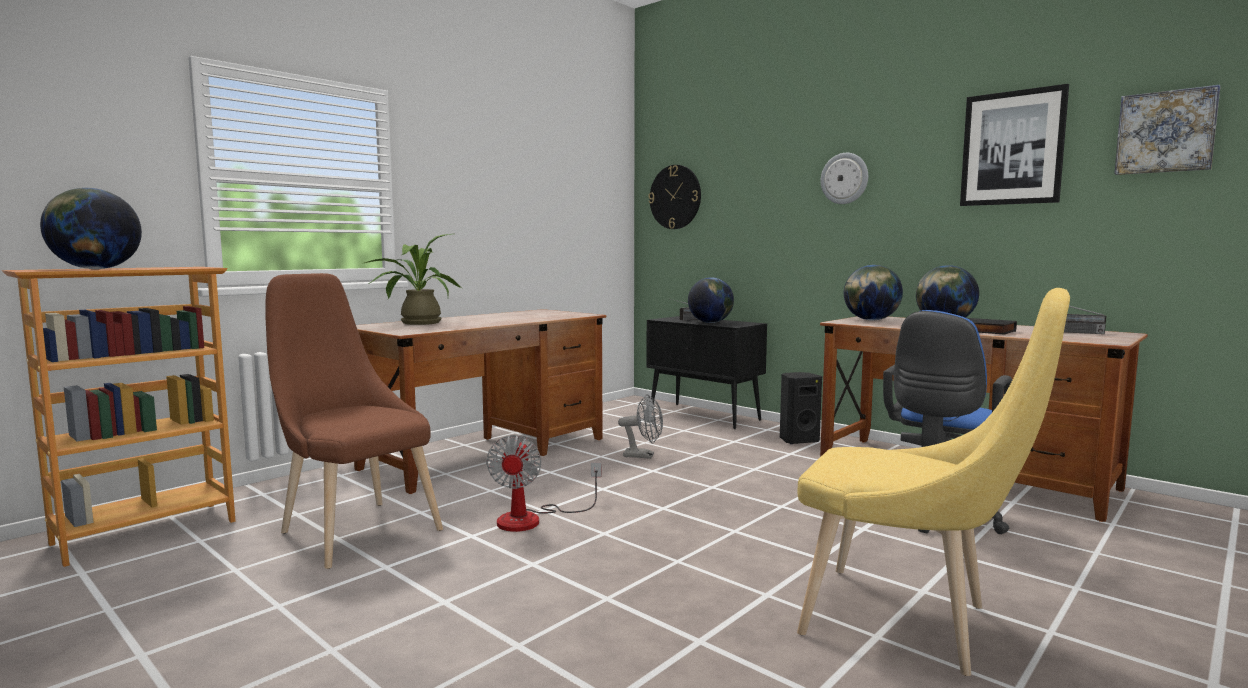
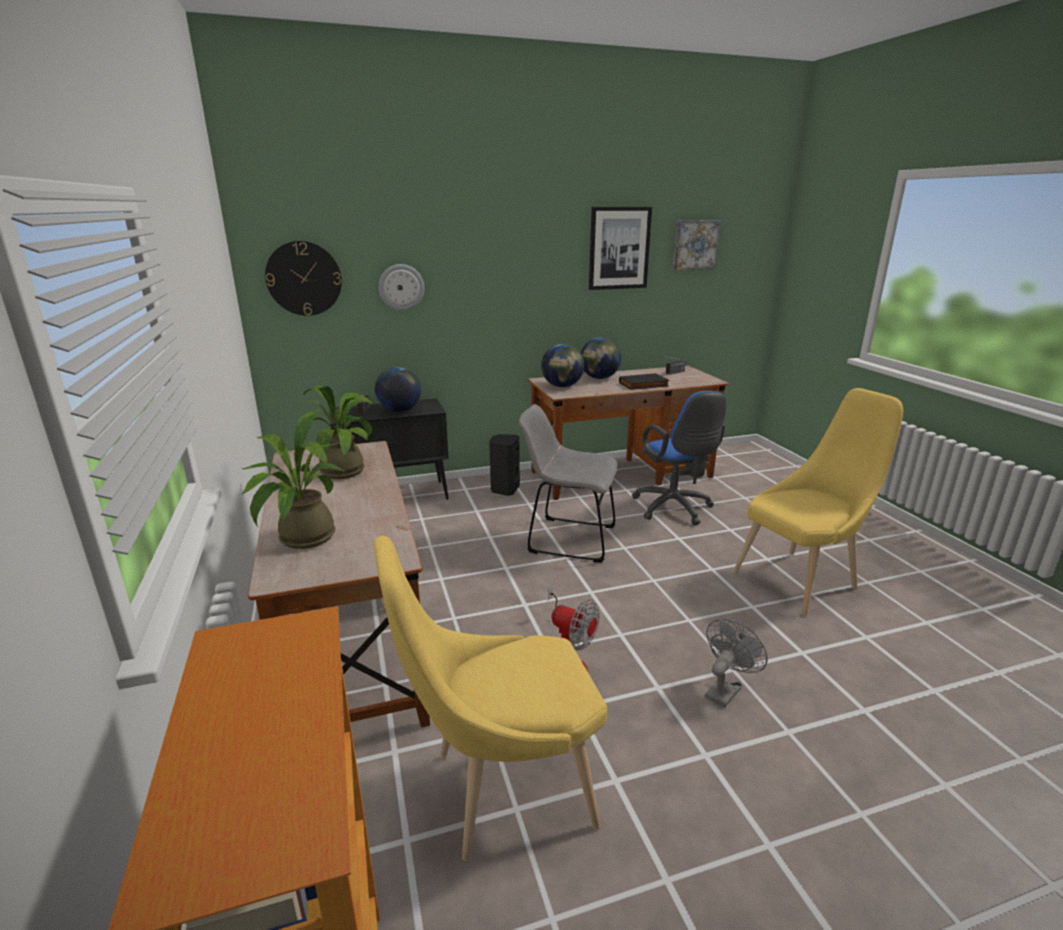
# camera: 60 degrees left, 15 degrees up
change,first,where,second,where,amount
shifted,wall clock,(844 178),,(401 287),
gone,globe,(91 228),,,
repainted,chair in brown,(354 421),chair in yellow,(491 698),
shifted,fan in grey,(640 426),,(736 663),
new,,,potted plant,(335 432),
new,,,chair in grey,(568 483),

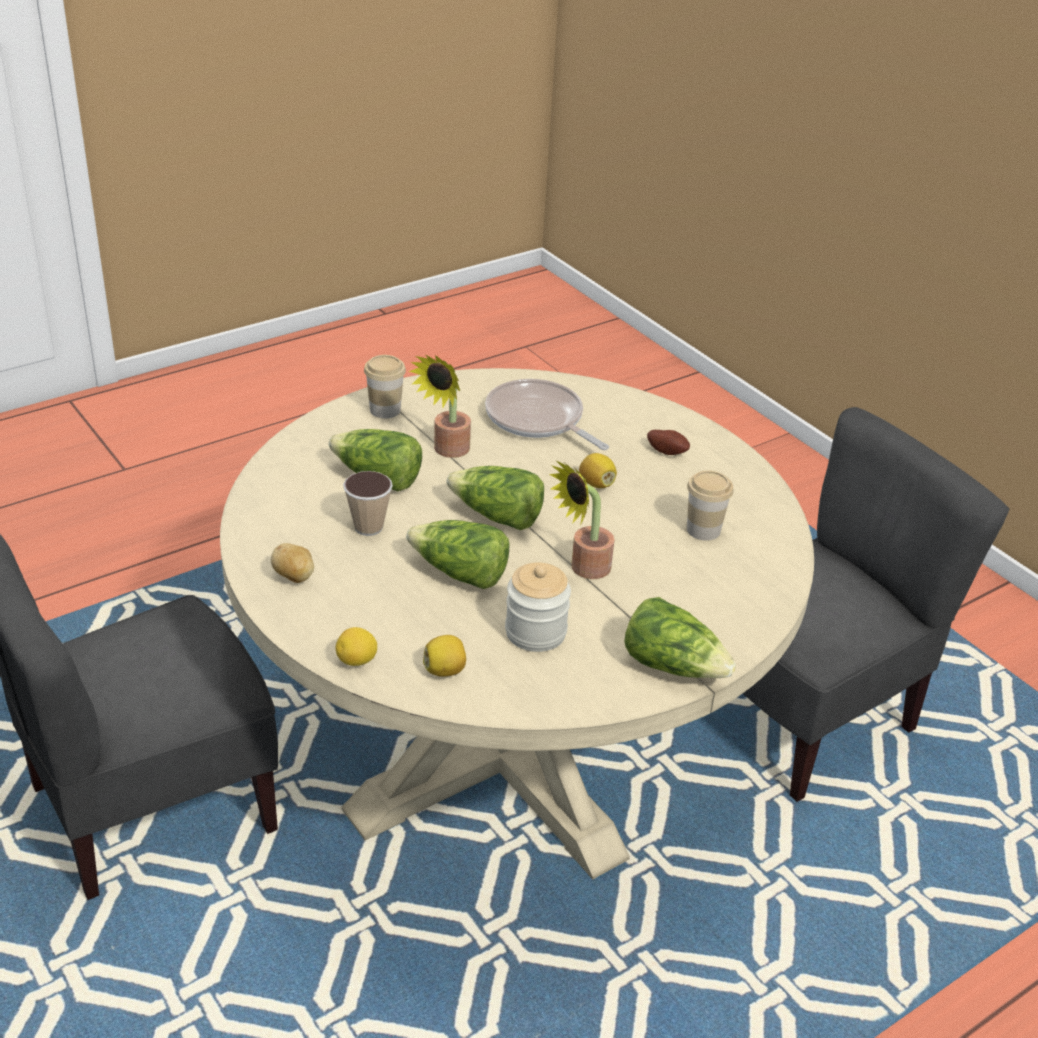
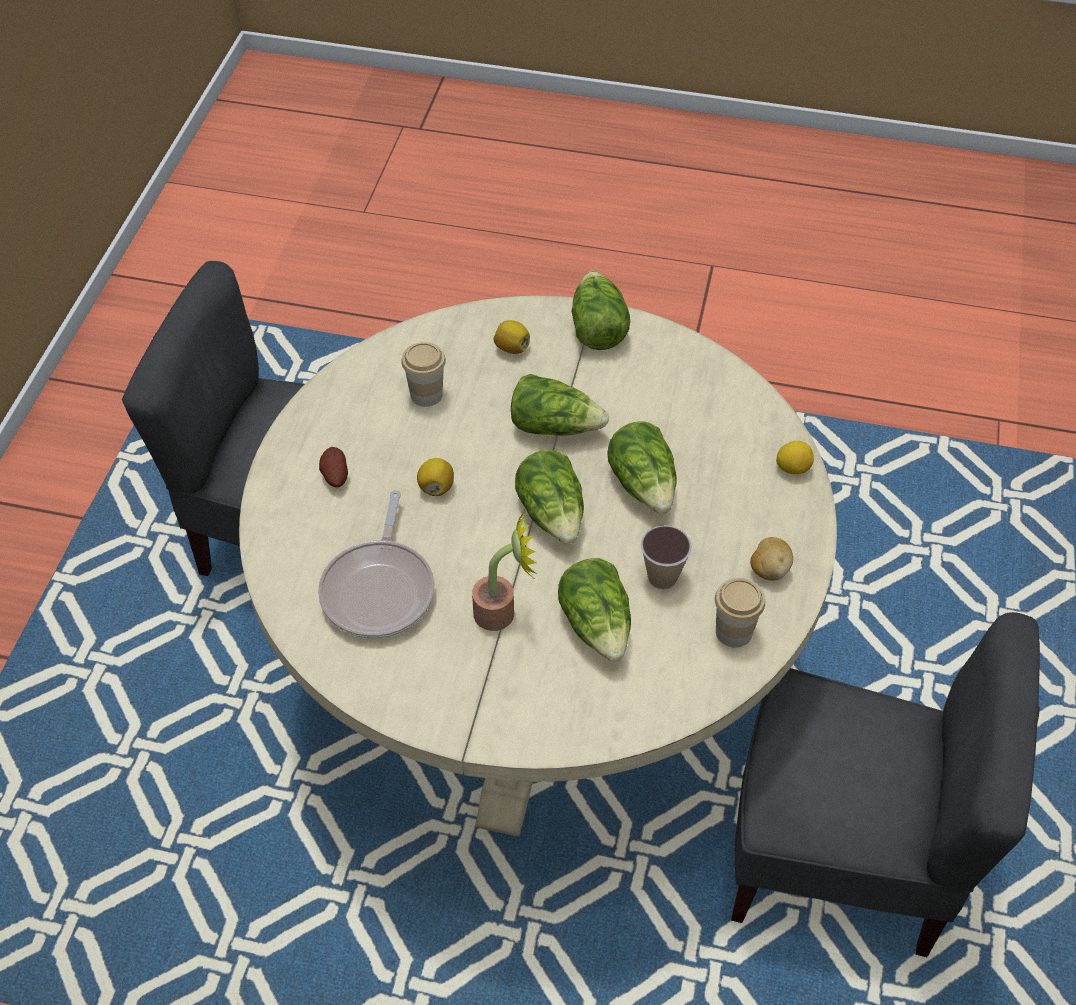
# camera: 130 degrees left, 15 degrees up
change,first,where,second,where,amount
shifted,cup,(385 387),,(740 613),
swapped,potted plant,(581 519),lettuce,(560 405),
gone,jar,(538 607),,,
shifted,lemon,(444 656),,(512 337),

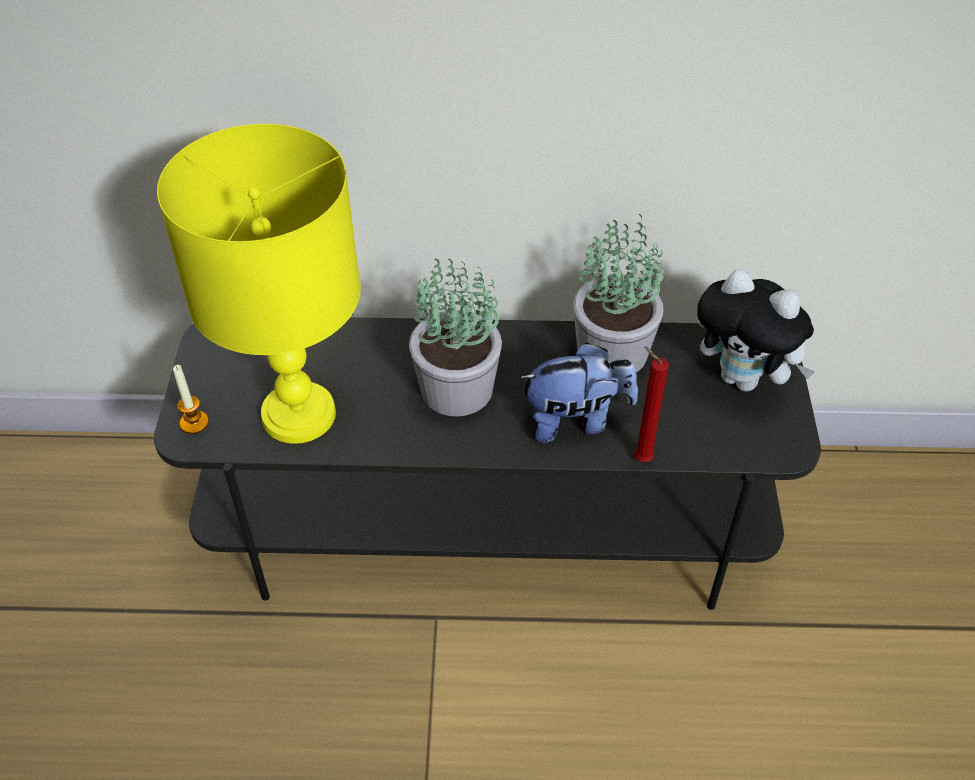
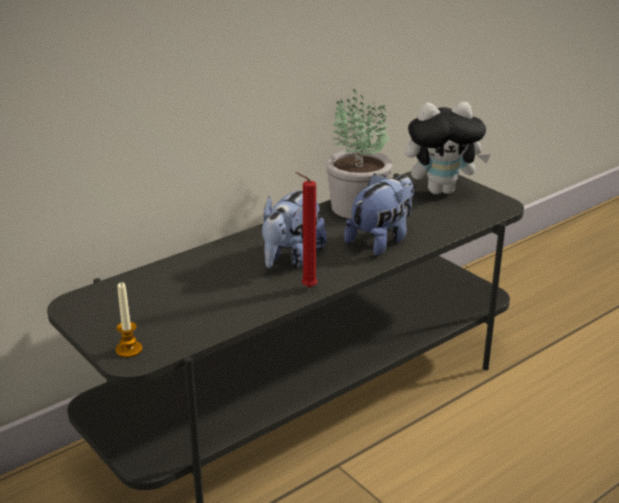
# camera: 40 degrees left, 20 degrees down
change,first,where,second,where,amount
gone,table lamp in yellow,(259 284),,,
swapped,potted plant,(455 337),plush toy,(294 229),
shifted,candle in red,(651 404),,(306 230),

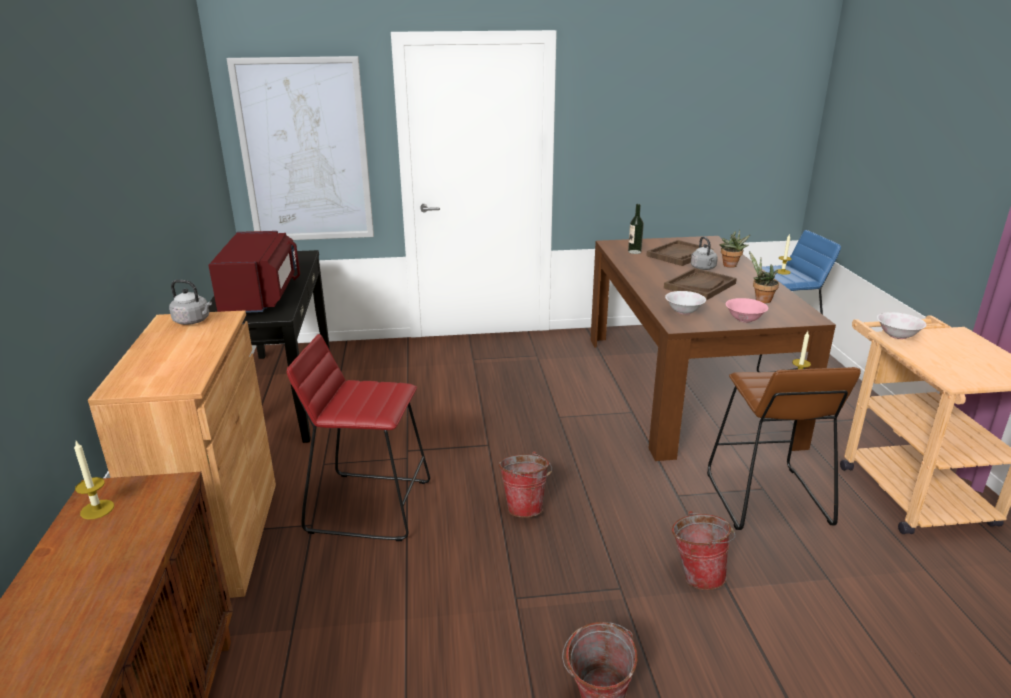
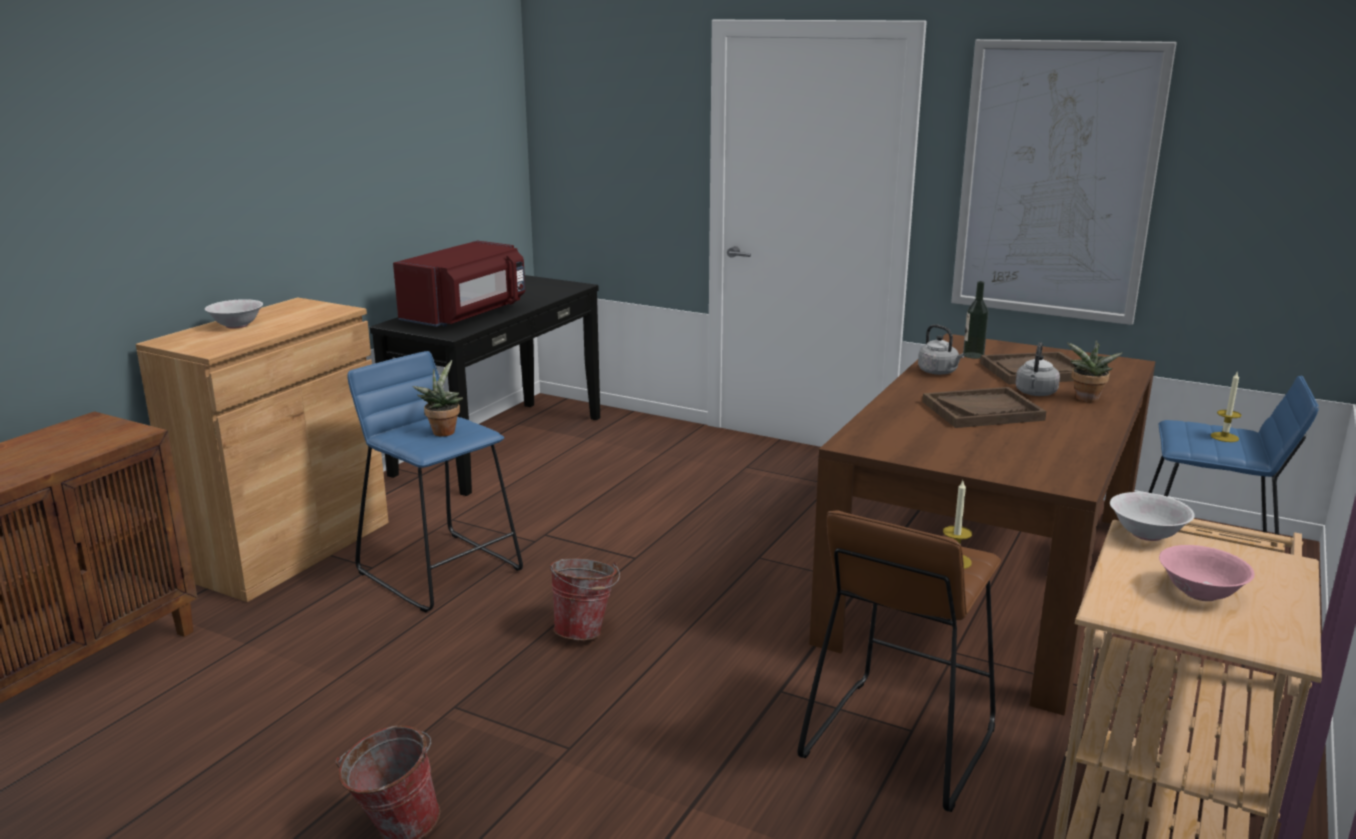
# camera: 35 degrees right, 5 degrees down
change,first,where,second,where,amount
shifted,picture,(300 148),,(1064 182),
shifted,potted plant,(764 277),,(438 398),
shifted,kettle in grey,(190 302),,(941 349),
shifted,bowl in white,(685 303),,(234 313),
shifted,bowl in pink,(747 310),,(1207 573),
repainted,stool in red,(358 437),stool in blue,(435 481),
gone,candle,(94 480),,,
gone,bucket,(703 550),,,

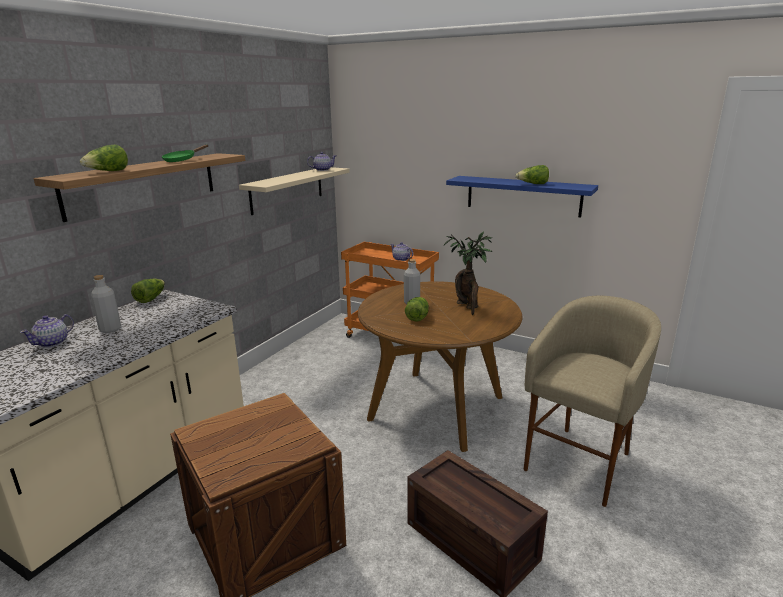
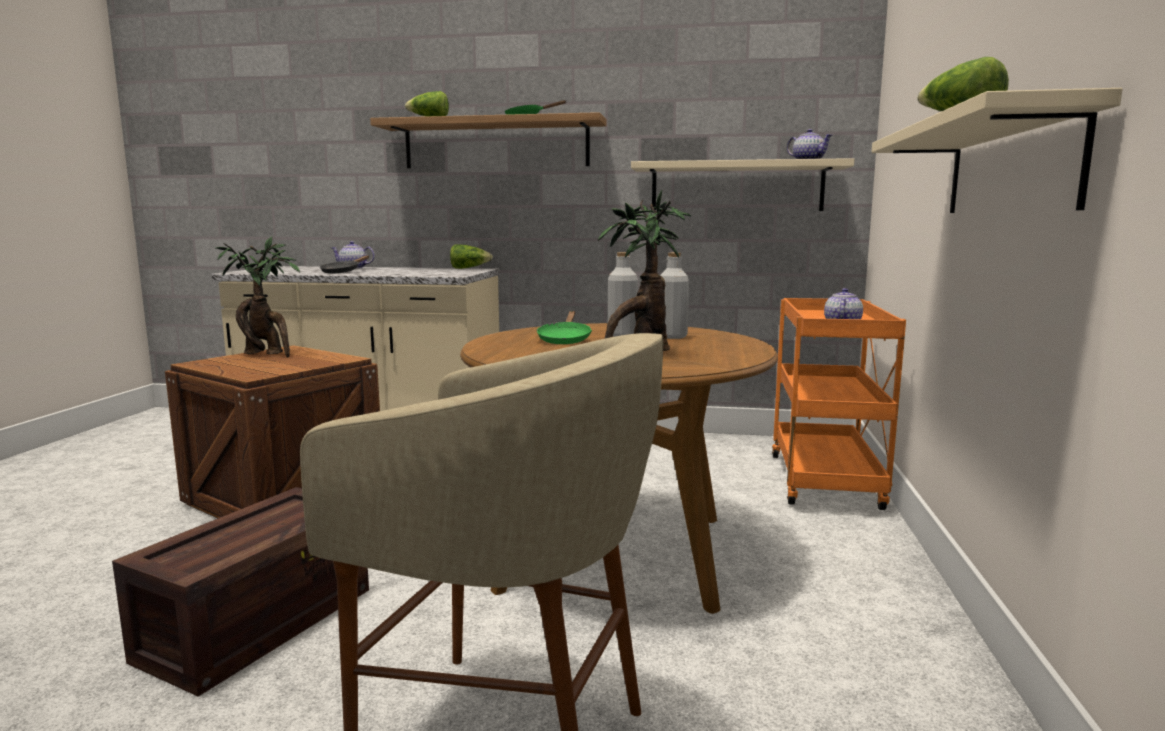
# camera: 70 degrees right, 10 degrees down
change,first,where,second,where,amount
repainted,shelf in blue,(522 197),shelf in beige,(997 150),
shifted,bottle in grey,(106 304),,(674 296),
swapped,lettuce,(417 309),frying pan in green,(564 327),
new,,,potted plant,(258 297),
new,,,frying pan in black,(344 264),

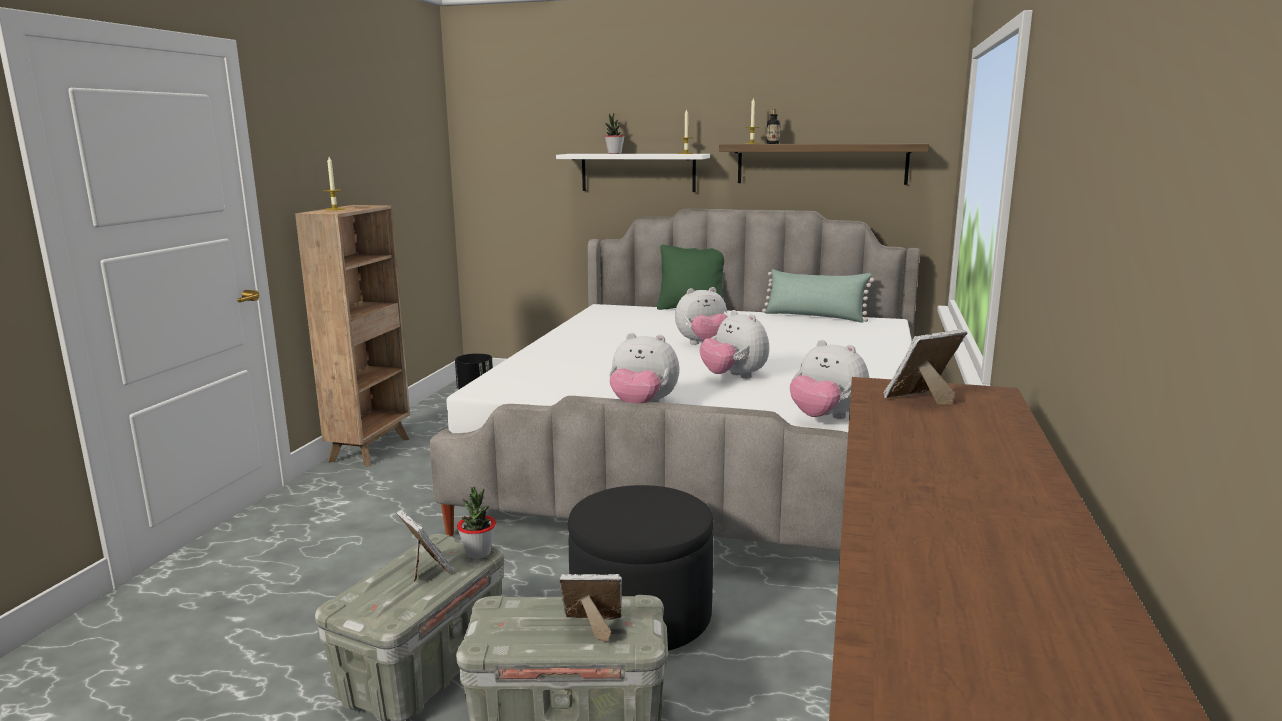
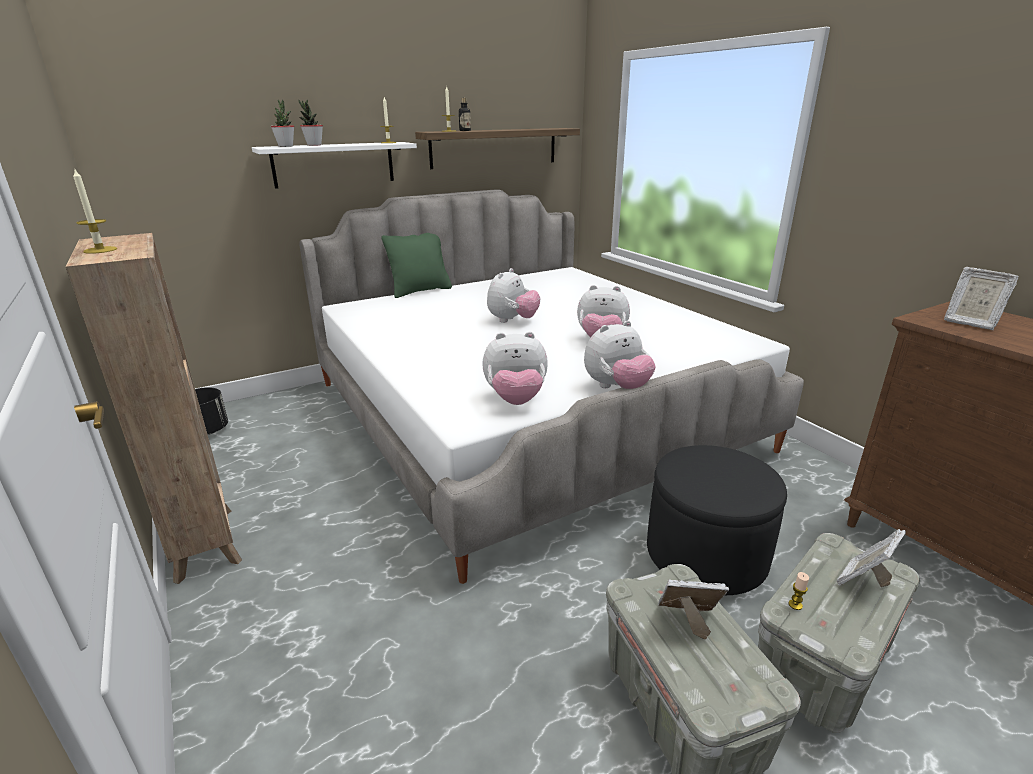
# camera: 45 degrees left, 10 degrees up
change,first,where,second,where,amount
gone,pillow in green,(818 296),,,
rotated,picture frame,(925 367),,(981 298),60 degrees counterclockwise
shifted,plush toy,(829 379),,(515 368),
shifted,potted plant,(476 522),,(282 123),
new,,,candle,(798 591),

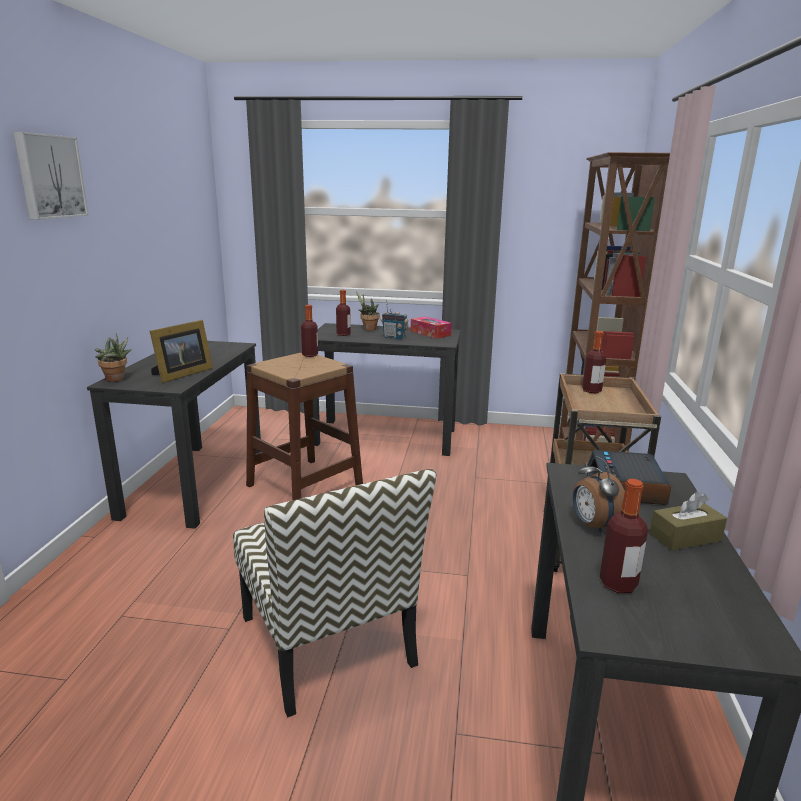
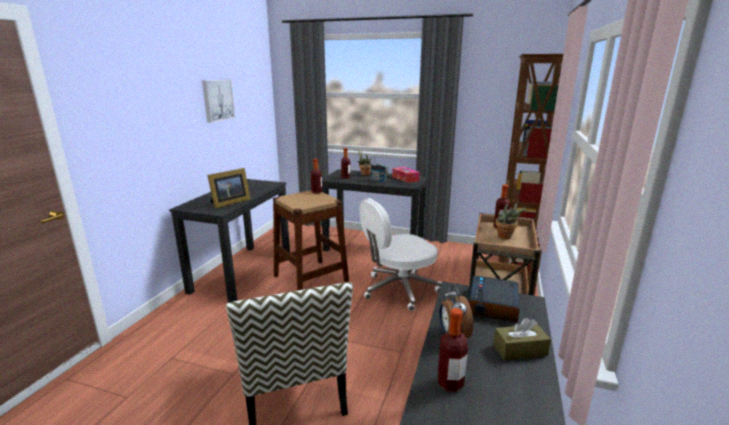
# camera: 10 degrees right, 0 degrees up
change,first,where,second,where,amount
shifted,picture,(51 176),,(218 101),
shifted,potted plant,(113 357),,(511 220),
new,,,office chair in white,(400 254),

